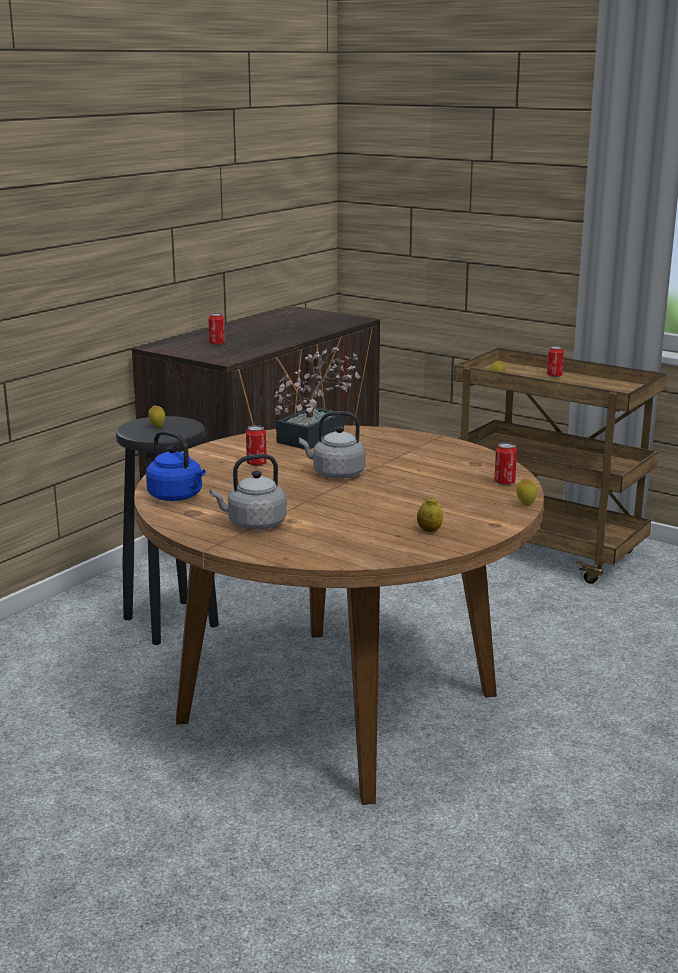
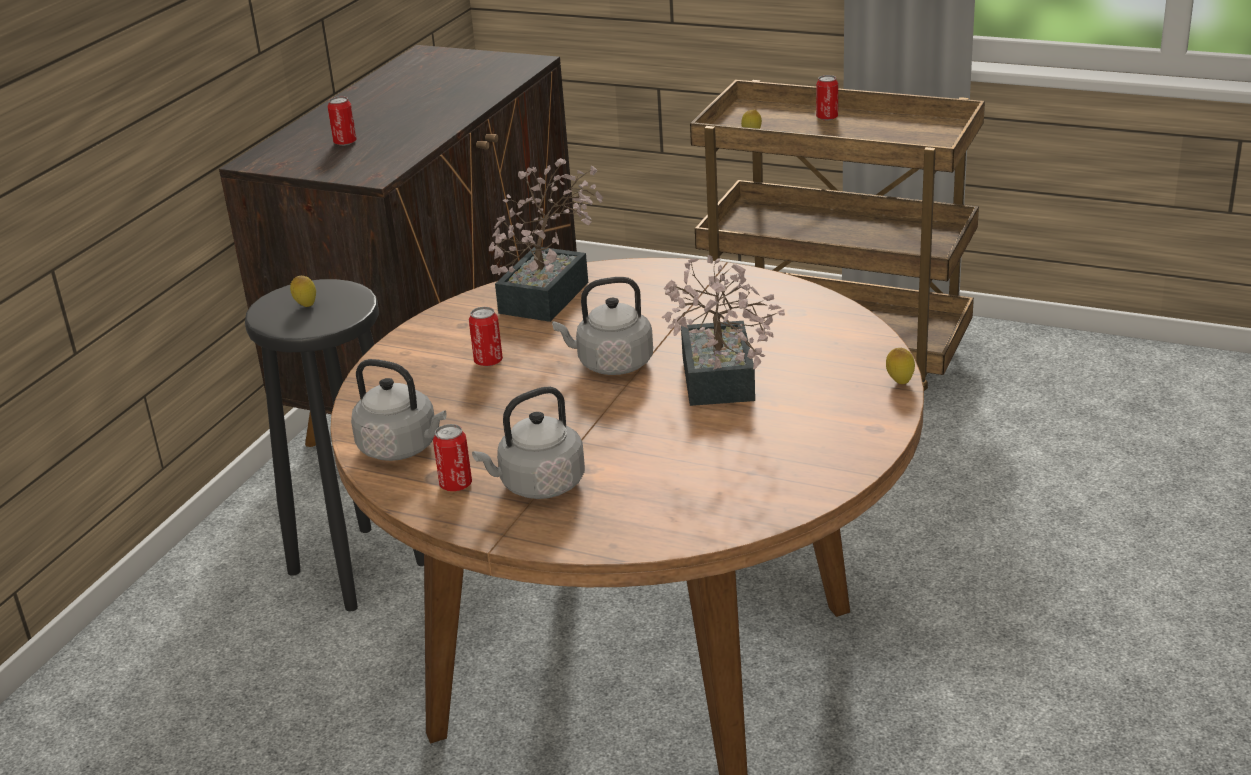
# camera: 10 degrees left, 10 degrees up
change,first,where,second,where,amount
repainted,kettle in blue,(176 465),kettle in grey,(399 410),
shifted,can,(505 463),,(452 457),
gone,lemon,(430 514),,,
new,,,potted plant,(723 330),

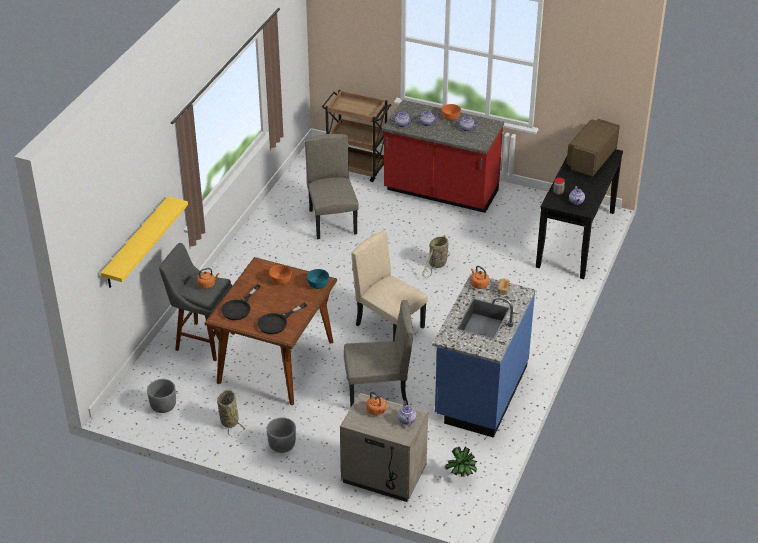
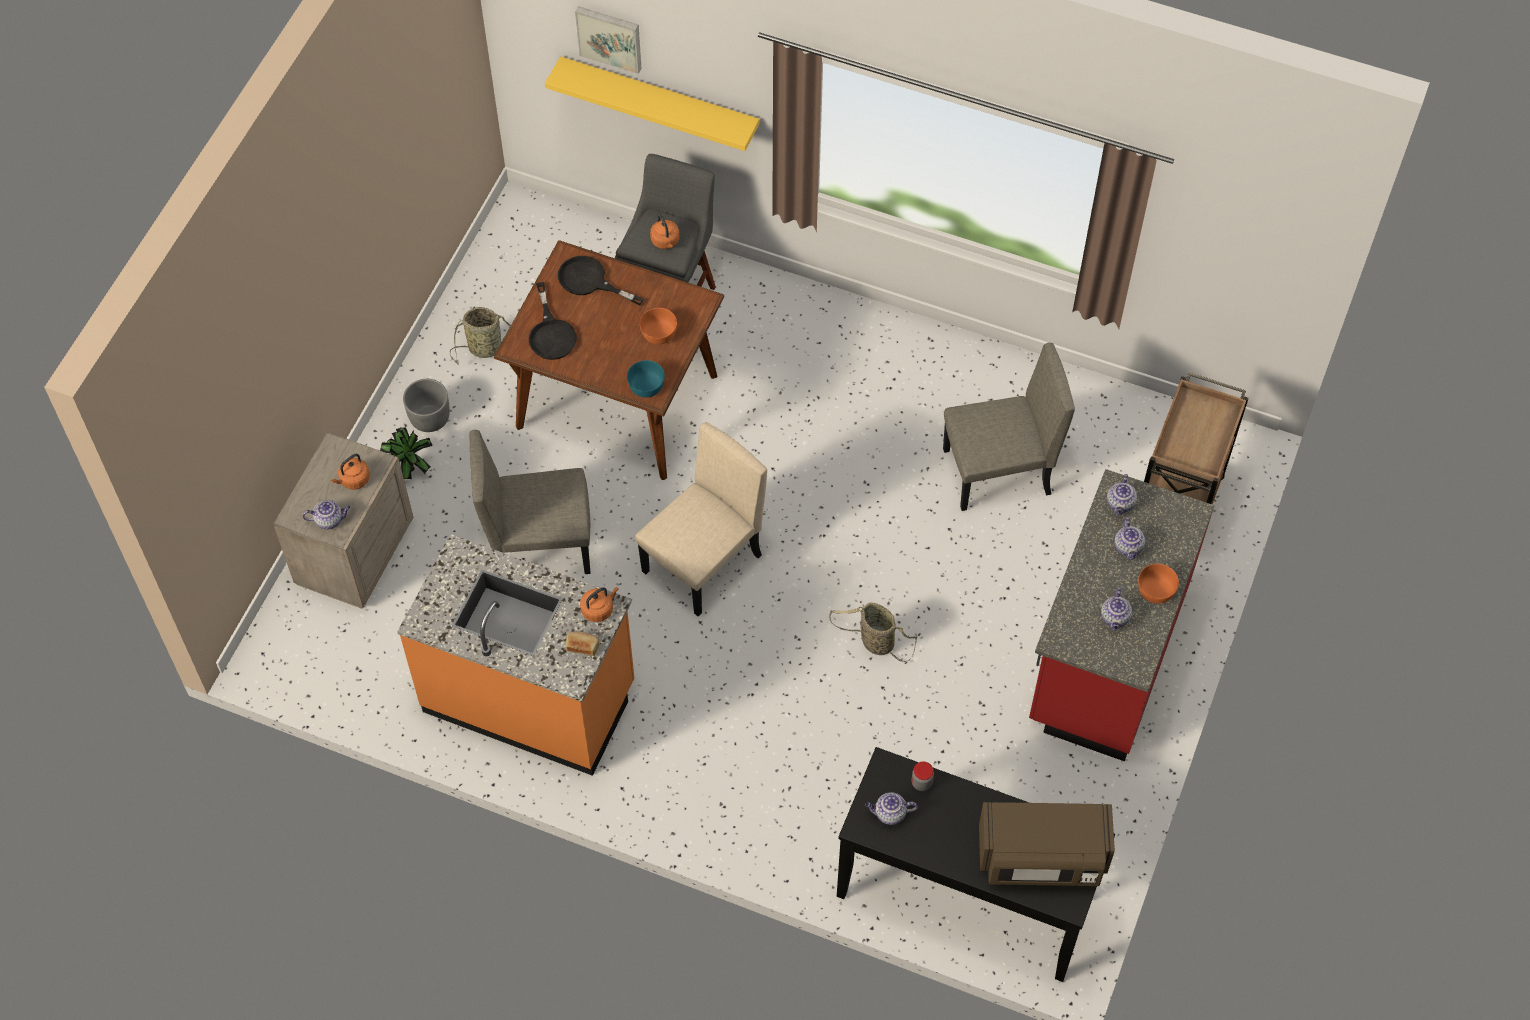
# camera: 90 degrees right, 20 degrees up
change,first,where,second,where,amount
rotated,microwave in brown,(593 148),,(1047 844),150 degrees clockwise
repainted,counter in blue,(483 356),counter in orange,(516 655),
rotated,chair in beige,(378 353),,(530 502),90 degrees clockwise
rotated,frying pan in black,(282 318),,(553 321),150 degrees counterclockwise
gone,planter in grey,(161 396),,,
shifted,potted plant,(461 462),,(406 453),
new,,,picture,(608 40),

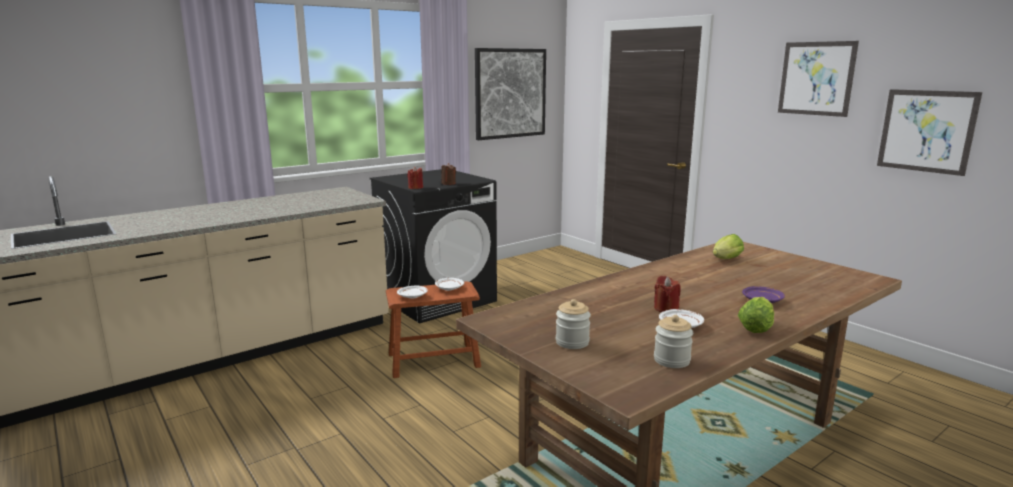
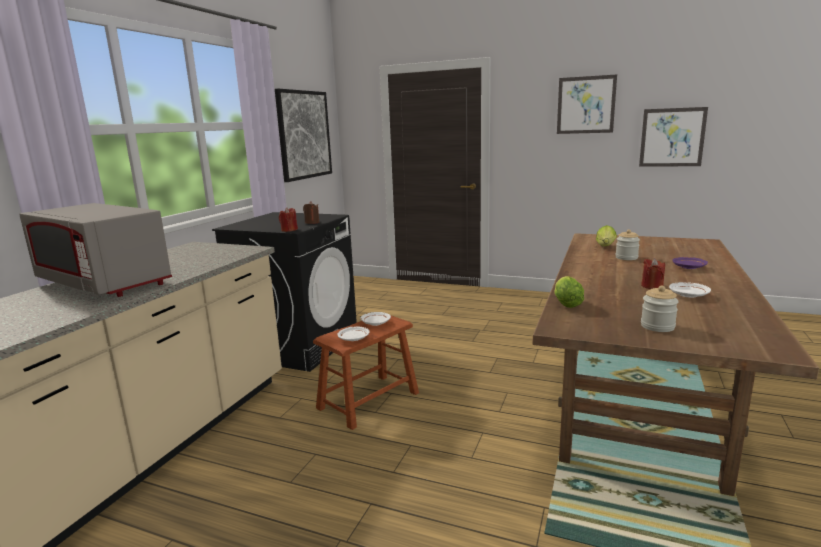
# camera: 30 degrees left, 0 degrees up
change,first,where,second,where,amount
shifted,lettuce,(756 315),,(569 292),
shifted,jar,(673 341),,(627 244),
new,,,microwave in grey,(95 250),

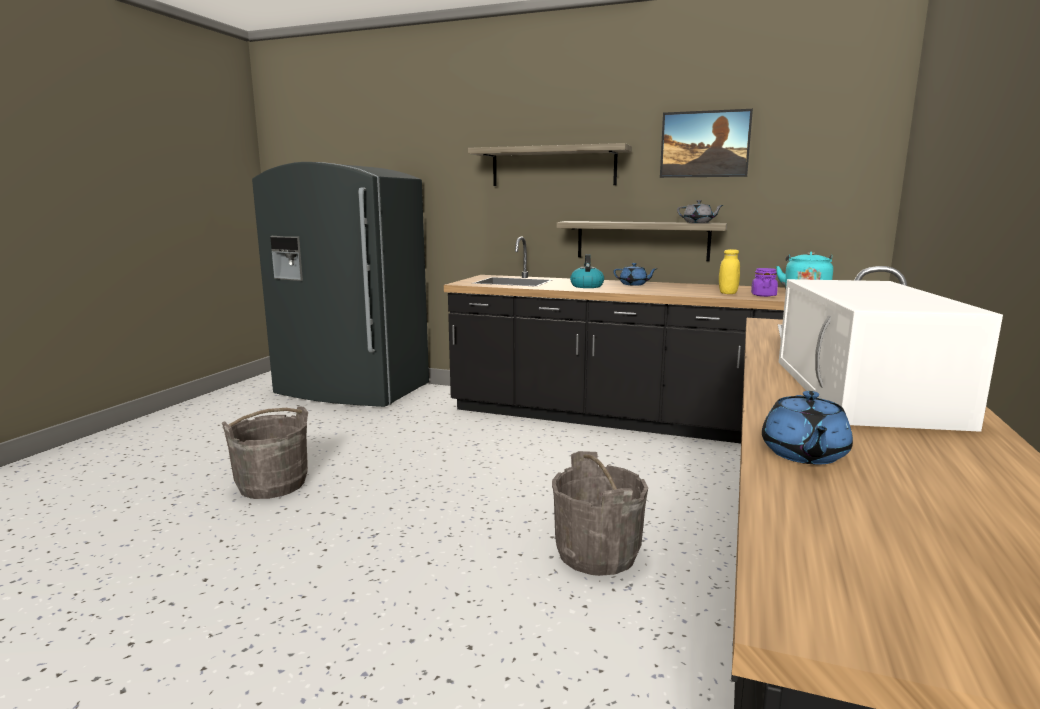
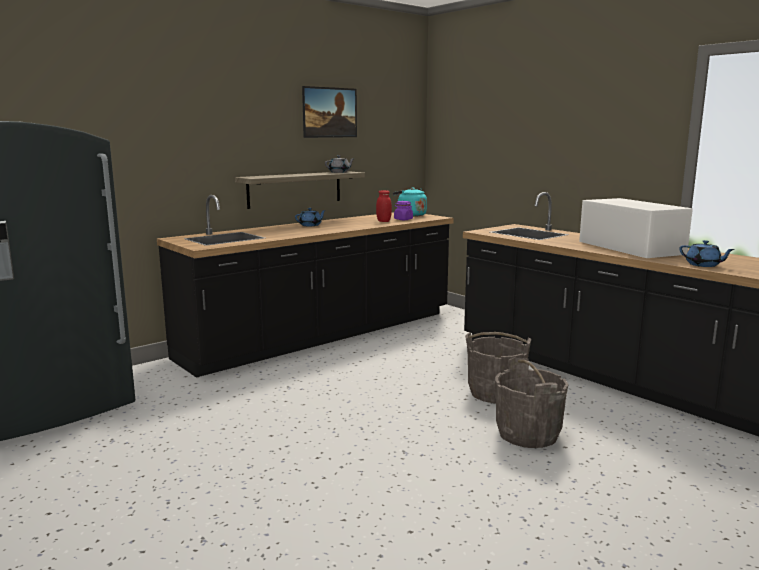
# camera: 60 degrees left, 0 degrees up
change,first,where,second,where,amount
gone,shelf,(550 164),,,
repainted,jar in yellow,(729 271),jar in red,(384 206),
gone,kettle,(587 271),,,
rotated,microwave in white,(891 355),,(636 228),150 degrees counterclockwise
shifted,bucket in grey,(265 452),,(531 402),

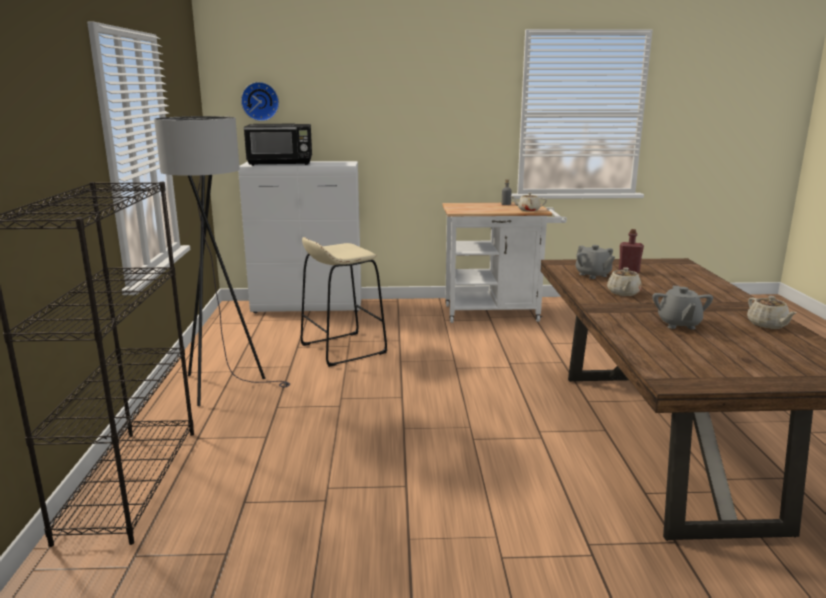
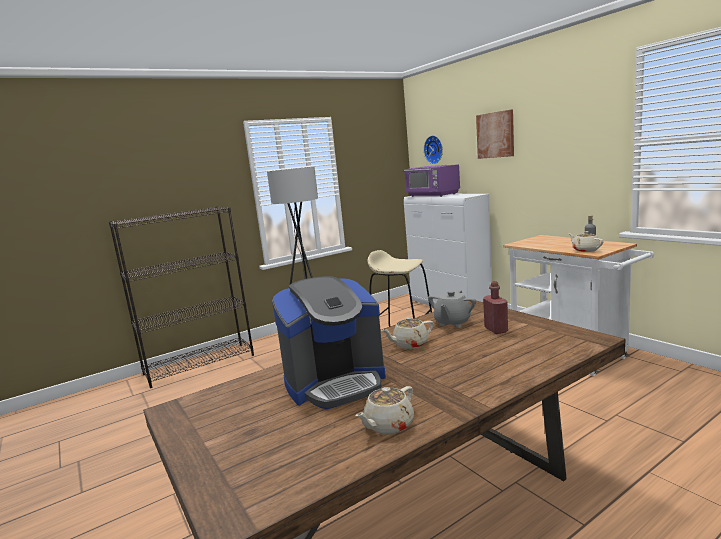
# camera: 60 degrees right, 5 degrees down
change,first,where,second,where,amount
repainted,microwave in black,(278 145),microwave in purple,(432 180),
swapped,teapot in grey,(682 307),coffee machine,(329 342),
new,,,picture,(495 134),

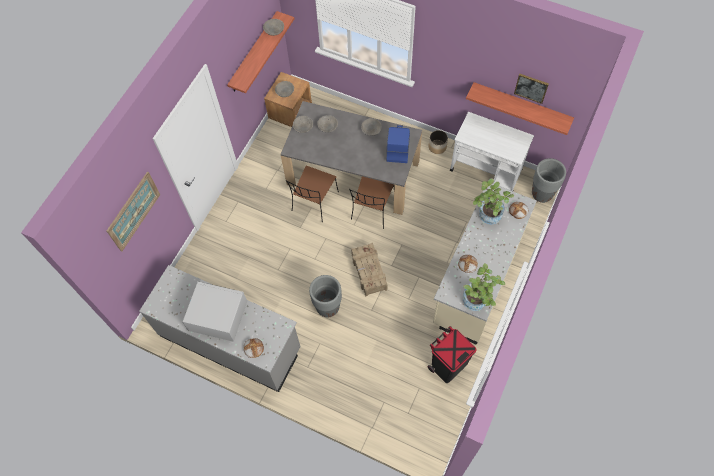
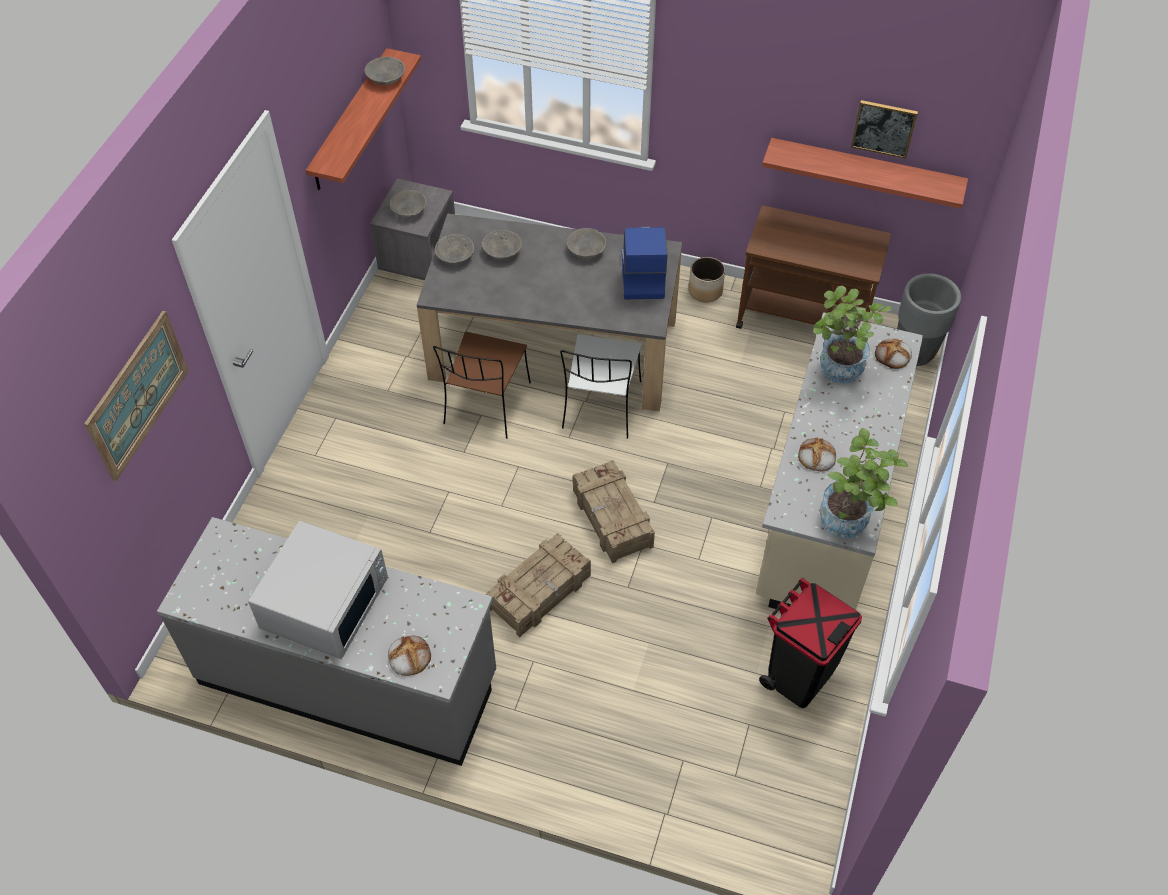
# camera: 10 degrees left, 10 degrees down
change,first,where,second,where,amount
repainted,nightstand in brown,(288 99),nightstand in grey,(412 229),
repainted,cart in white,(492 151),cart in brown,(813 267),
repainted,chair in brown,(371 202),chair in white,(601 386),
swapped,planter in grey,(325 296),crate,(538 585),
rotated,microwave in white,(214 311),,(318 589),105 degrees clockwise

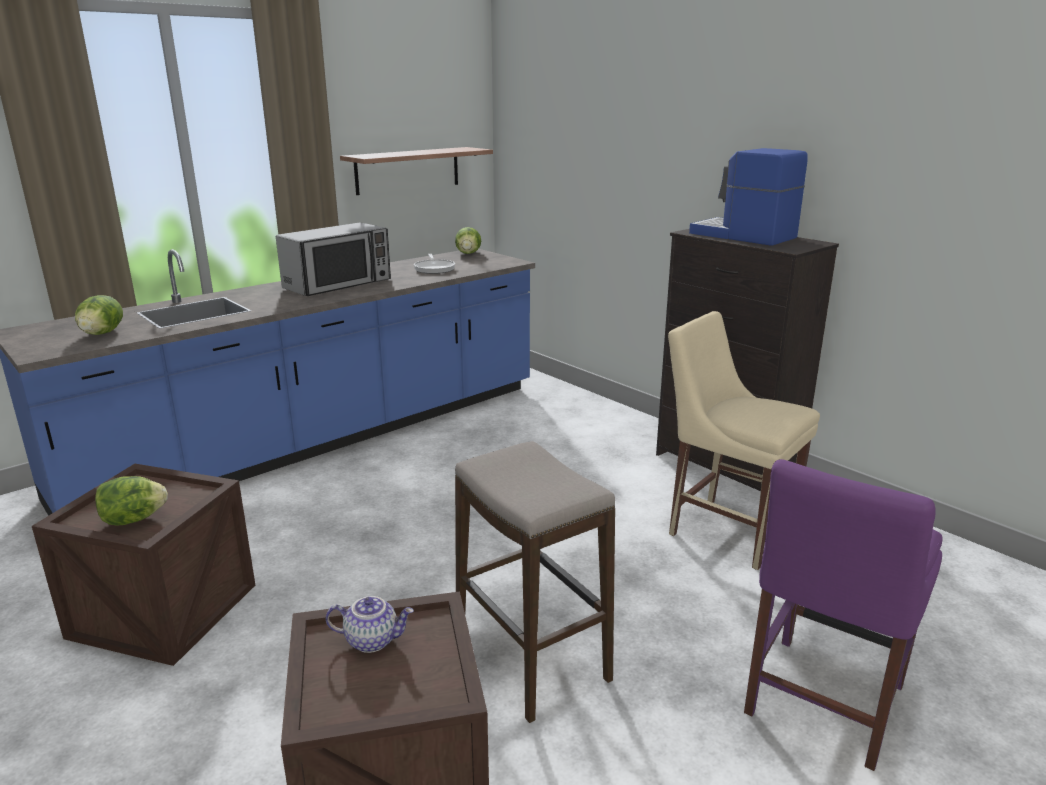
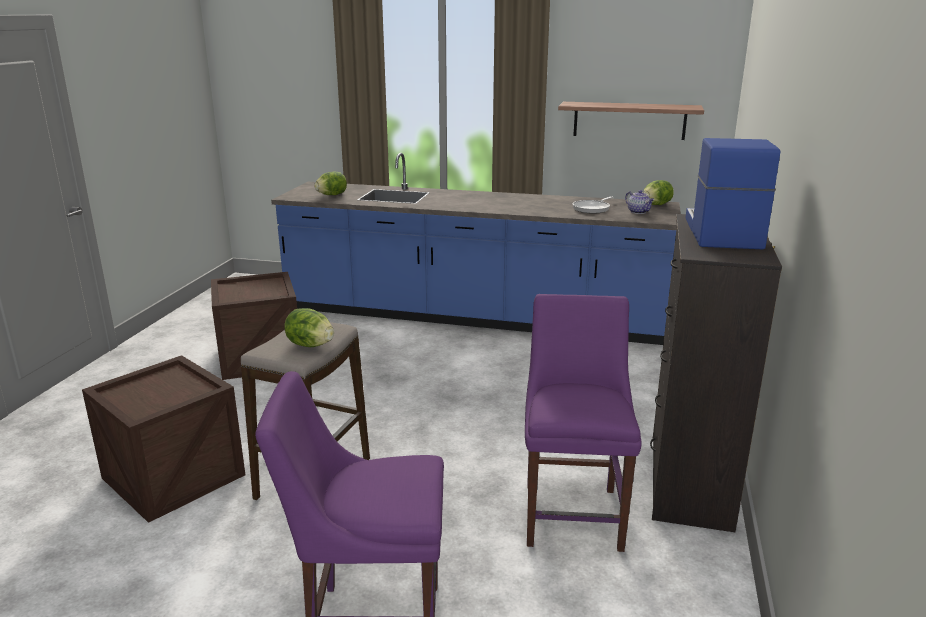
# camera: 55 degrees right, 0 degrees up
change,first,where,second,where,amount
gone,microwave,(333 259),,,
repainted,chair in beige,(744 440),chair in purple,(583 423),
shifted,lettuce,(131 501),,(309 327),
shifted,teapot,(370 624),,(639 202),

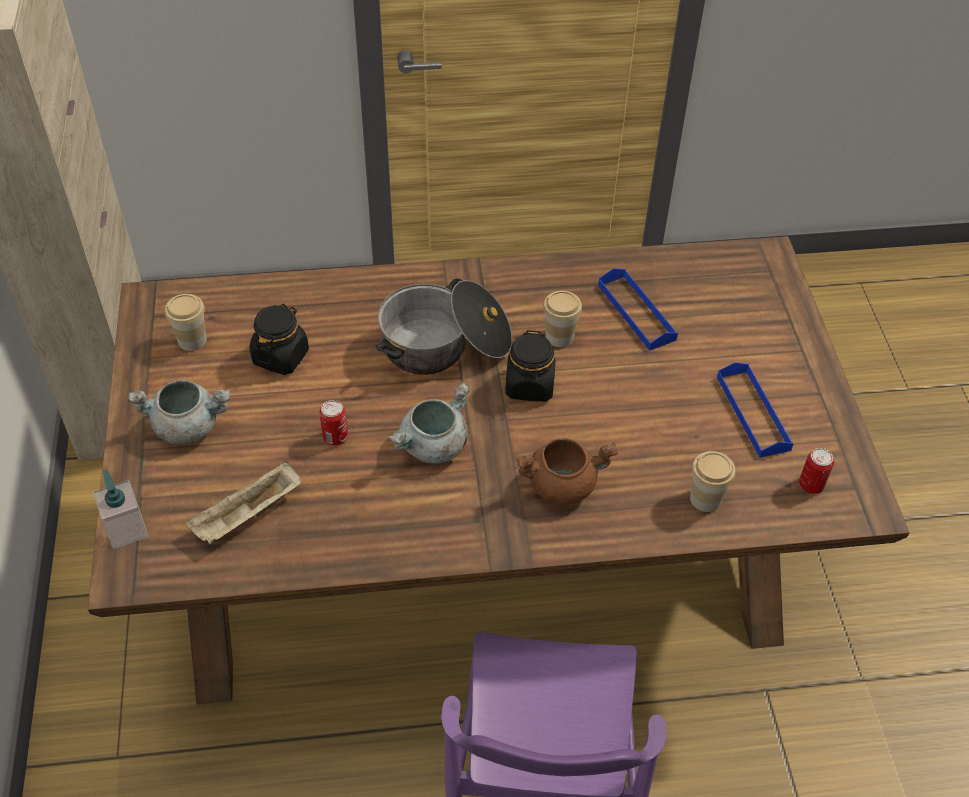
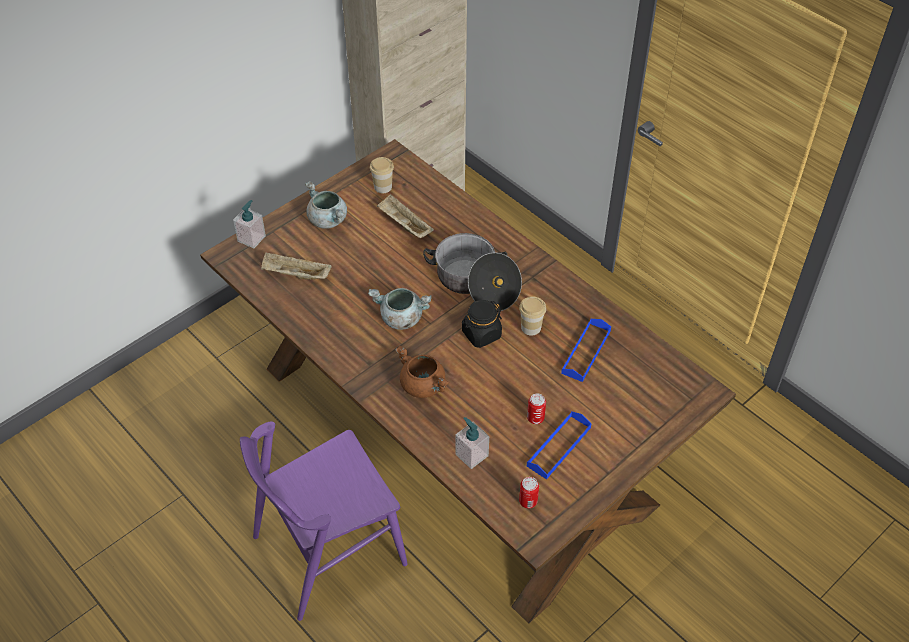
# camera: 55 degrees right, 0 degrees up
change,first,where,second,where,amount
swapped,jar in black,(279 339),tray in beige,(405 216),
shifted,can,(334 423),,(536 409),
swapped,cup,(712 481),soap dispenser,(472 443),

